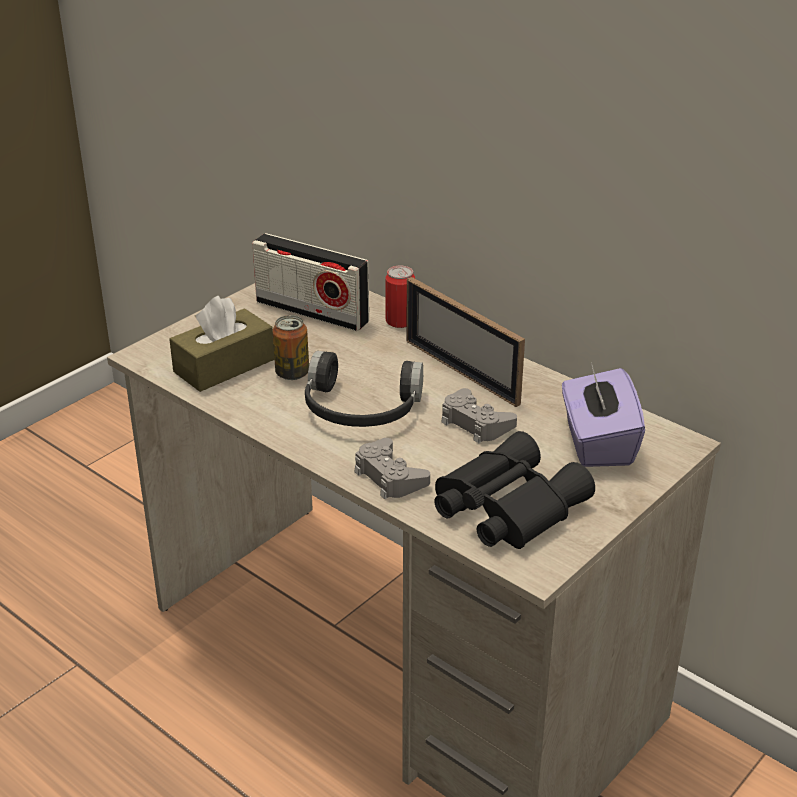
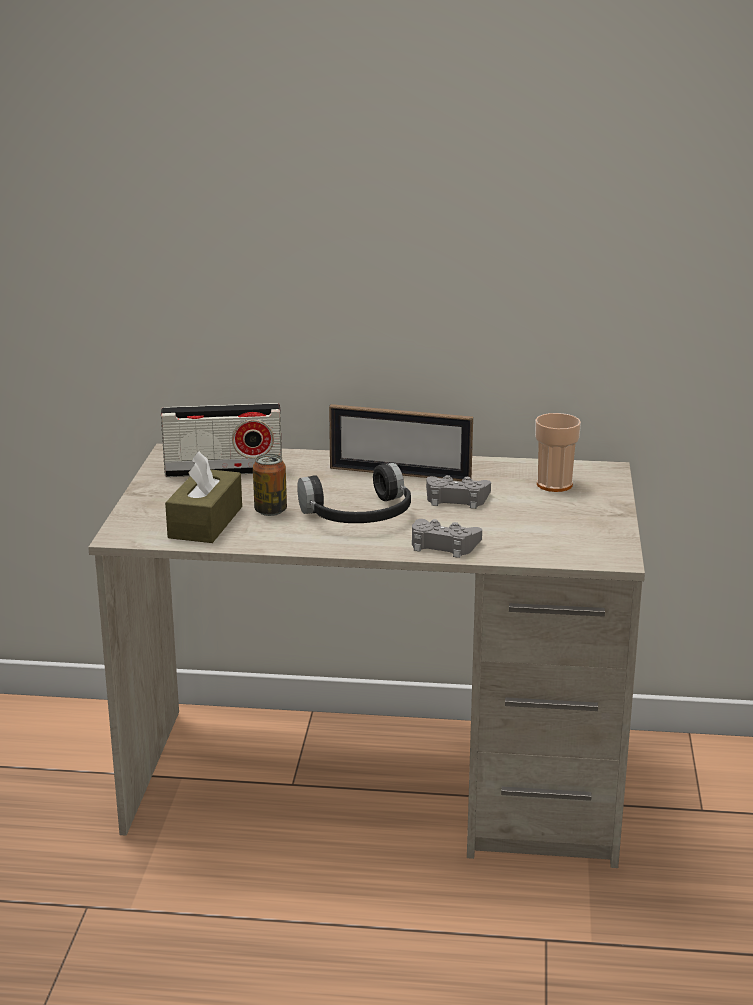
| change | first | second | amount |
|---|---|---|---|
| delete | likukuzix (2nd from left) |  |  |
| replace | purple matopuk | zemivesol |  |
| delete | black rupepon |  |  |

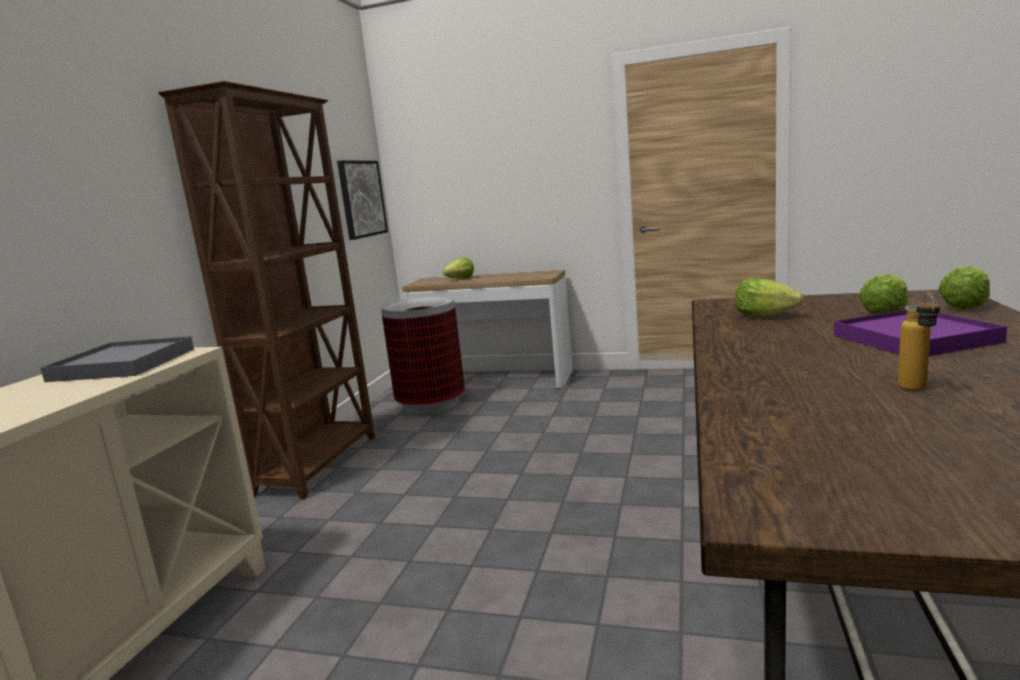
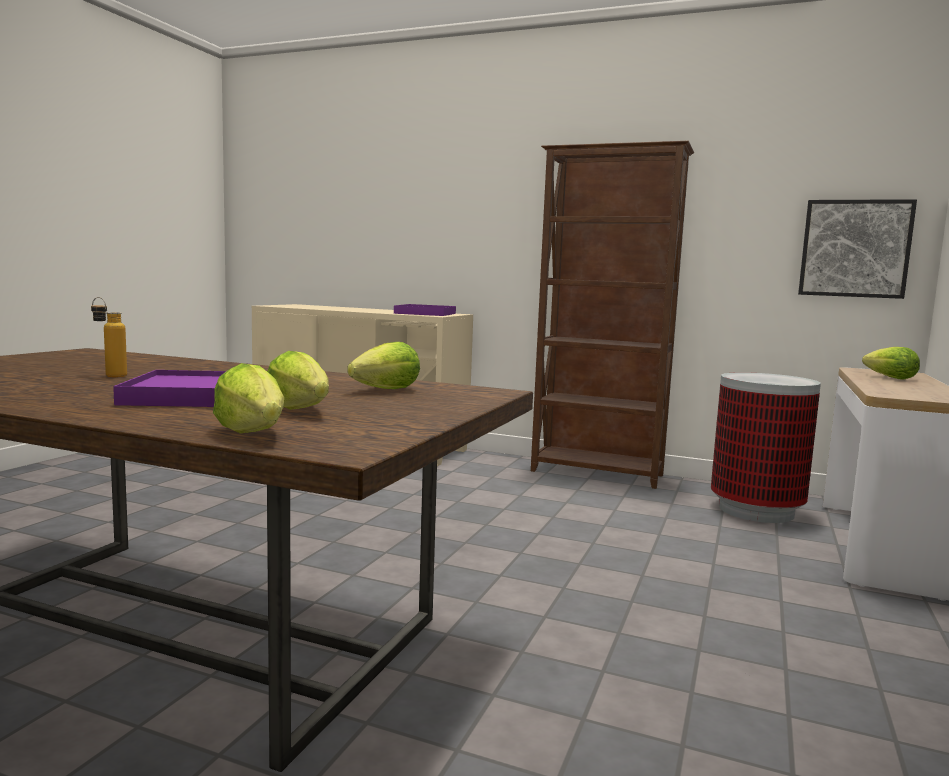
| change | first | second | amount |
|---|---|---|---|
| recolor | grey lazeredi | purple lazeredi (2nd from left) |  |

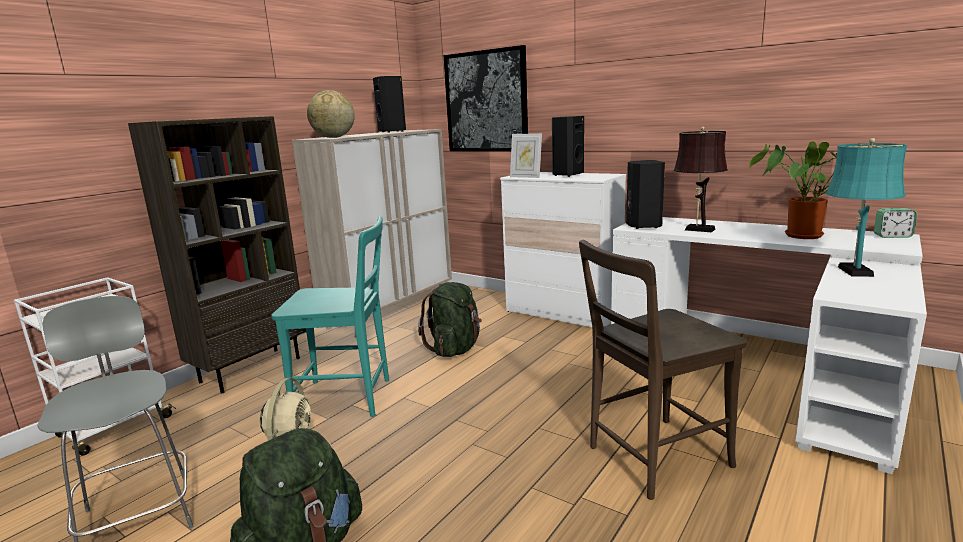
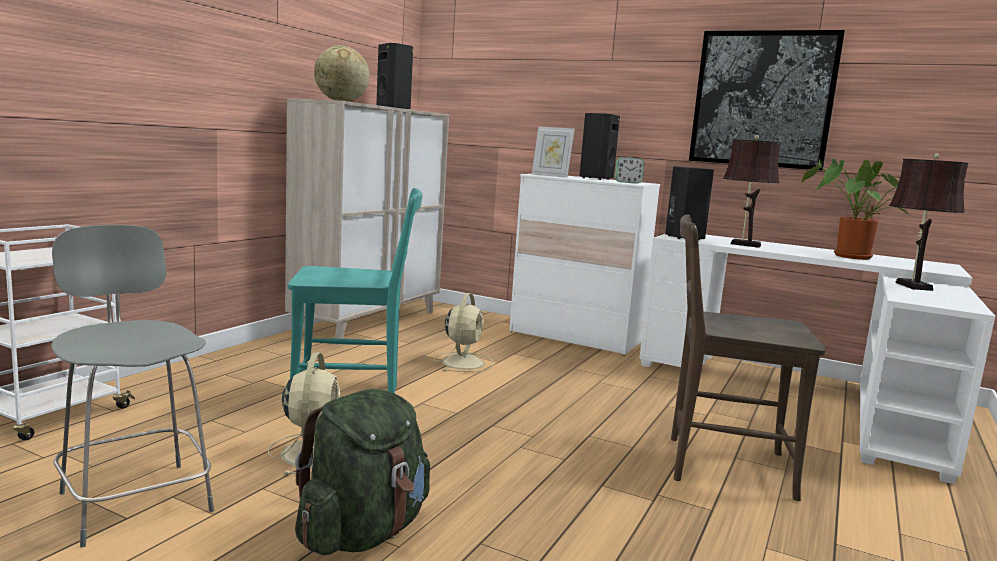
| change | first | second | amount |
|---|---|---|---|
| move | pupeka |  |  |
| delete | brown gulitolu |  |  |
| recolor | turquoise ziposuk | brown ziposuk (2nd from left) |  |
| move | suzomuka |  |  |
| rotate | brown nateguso |  | 45 degrees clockwise |
| replace | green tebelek (2nd from left) | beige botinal (2nd from left) |  |

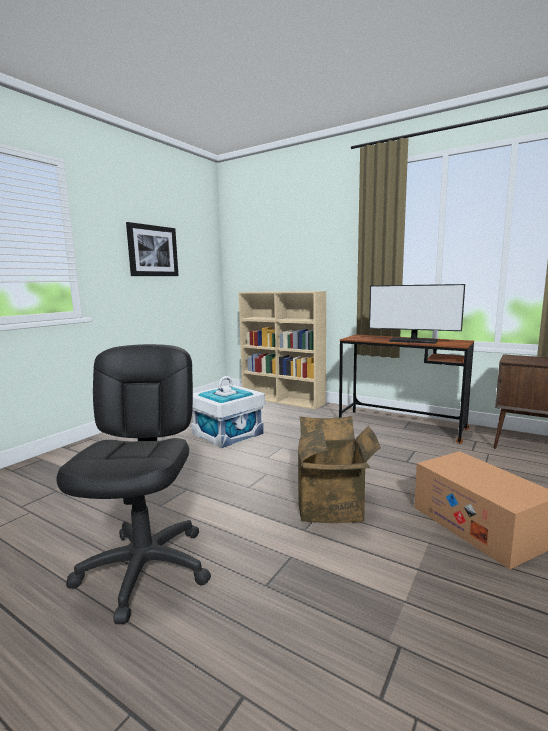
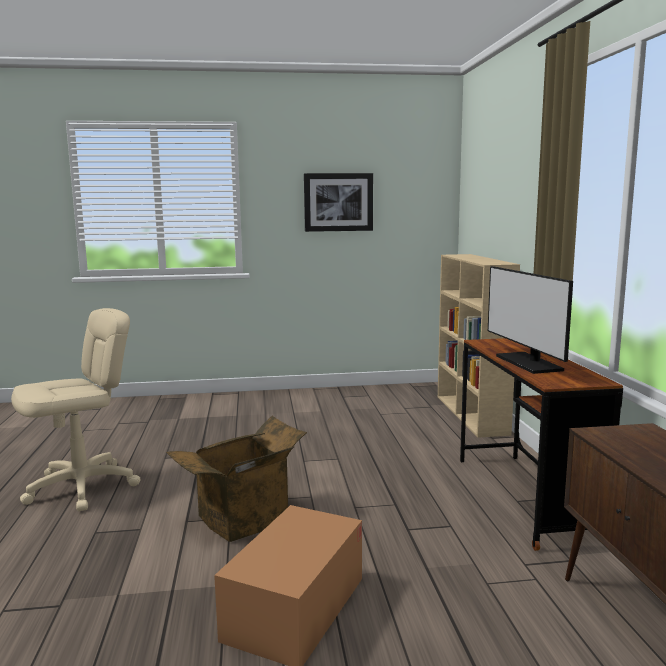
| change | first | second | amount |
|---|---|---|---|
| recolor | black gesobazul | beige gesobazul |  |
| delete | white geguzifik |  |  |

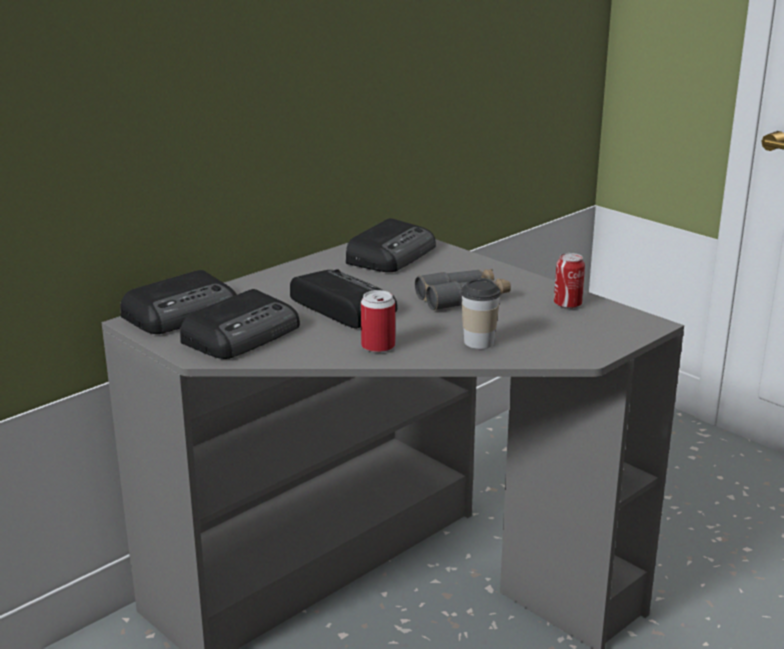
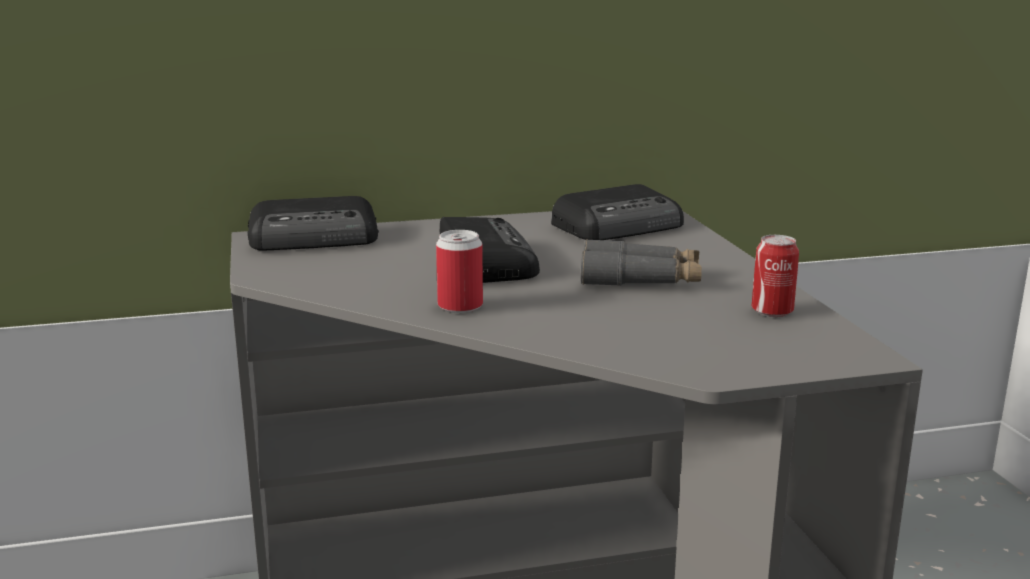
| change | first | second | amount |
|---|---|---|---|
| delete | zemivesol |  |  |
| delete | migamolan (2nd from left) |  |  |

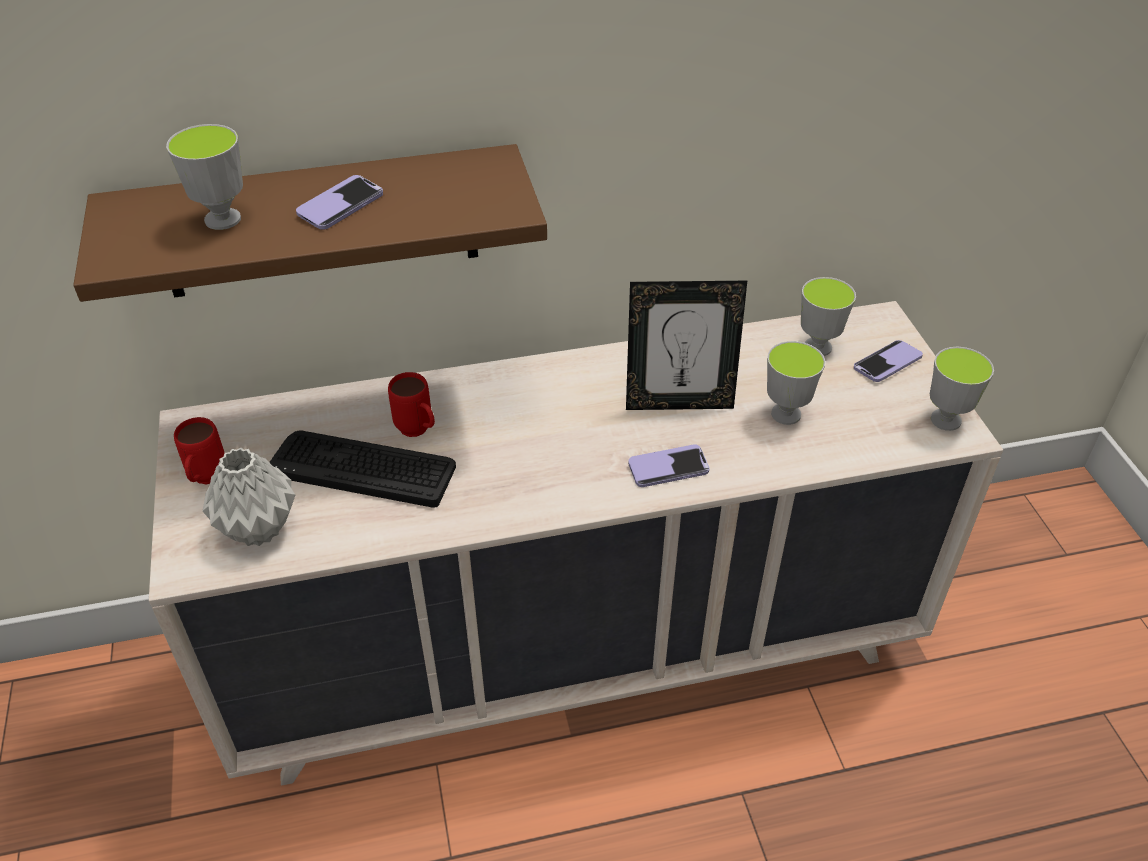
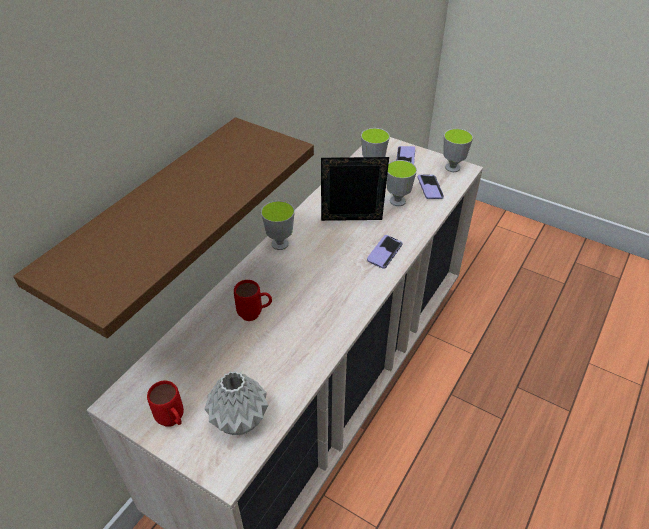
| change | first | second | amount |
|---|---|---|---|
| move | zemivesol (1st from left) |  |  |
| move | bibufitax (1st from left in the first image) | bibufitax (3rd from left) |  |
| rotate | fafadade |  | 135 degrees counterclockwise |
| delete | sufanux |  |  |

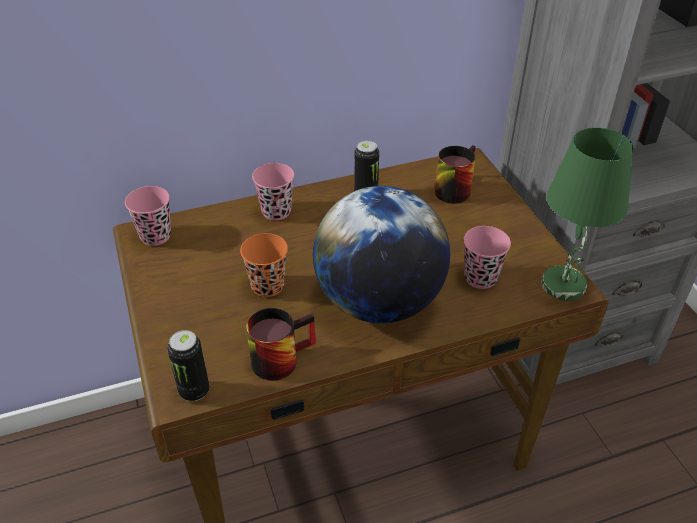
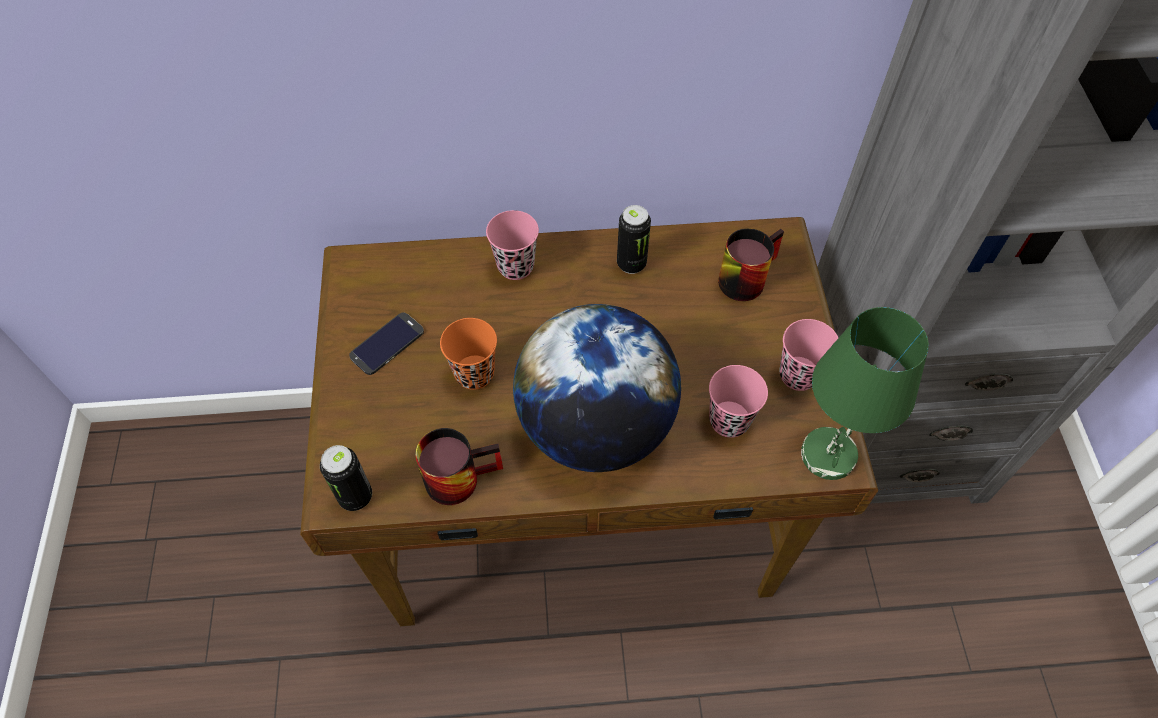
| change | first | second | amount |
|---|---|---|---|
| move | pink zemivesol (1st from left in the first image) | pink zemivesol (3rd from left) |  |
| insert |  | bibufitax |  |

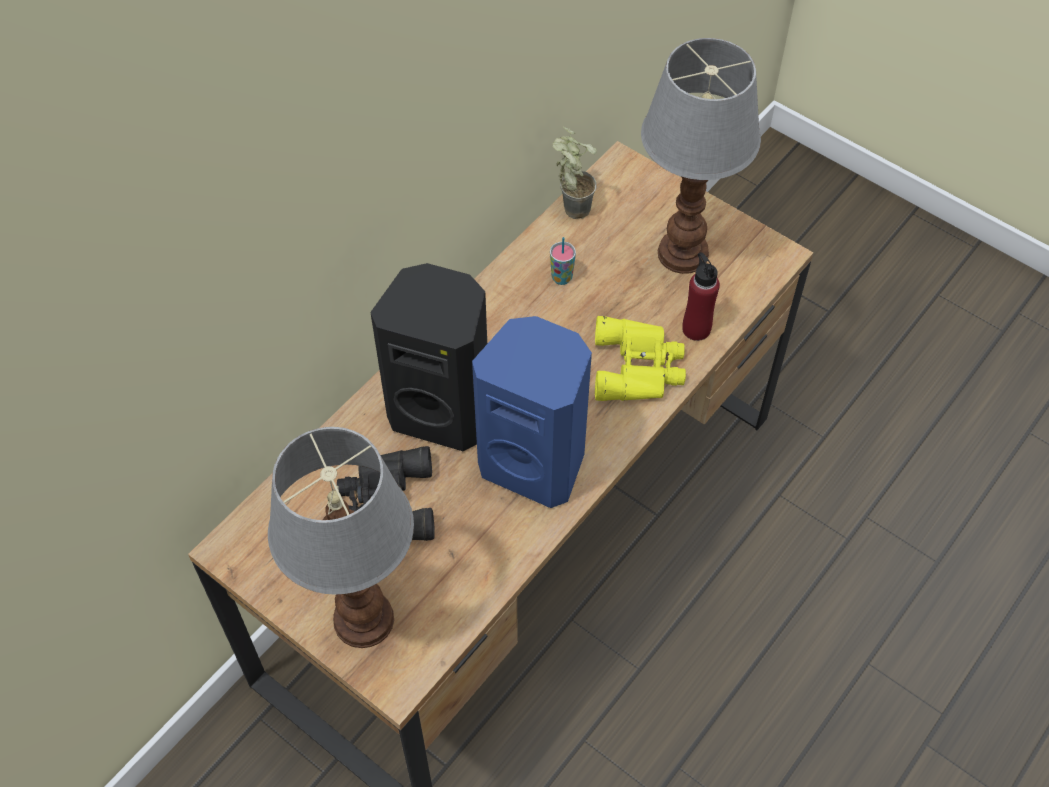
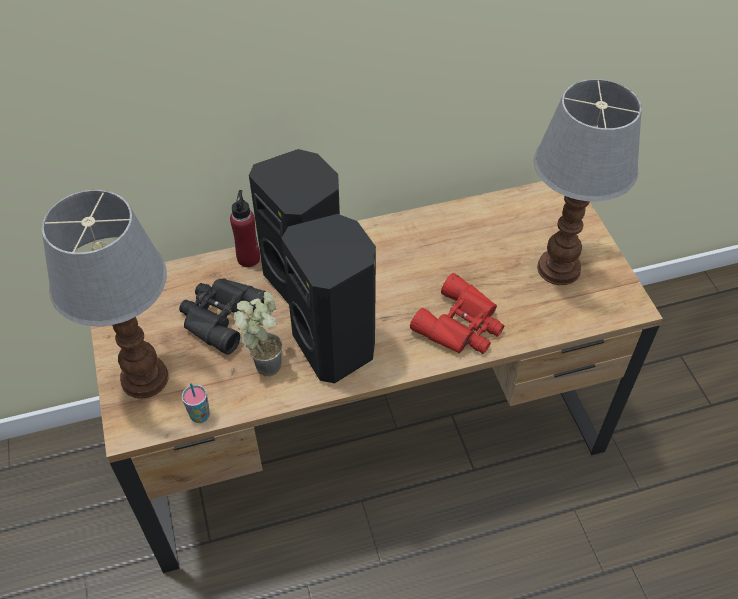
| change | first | second | amount |
|---|---|---|---|
| move | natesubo |  |  |
| move | zemivesol |  |  |
| move | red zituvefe |  |  |
| recolor | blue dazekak | black dazekak (2nd from left) |  |
| recolor | yellow rupepon | red rupepon |  |

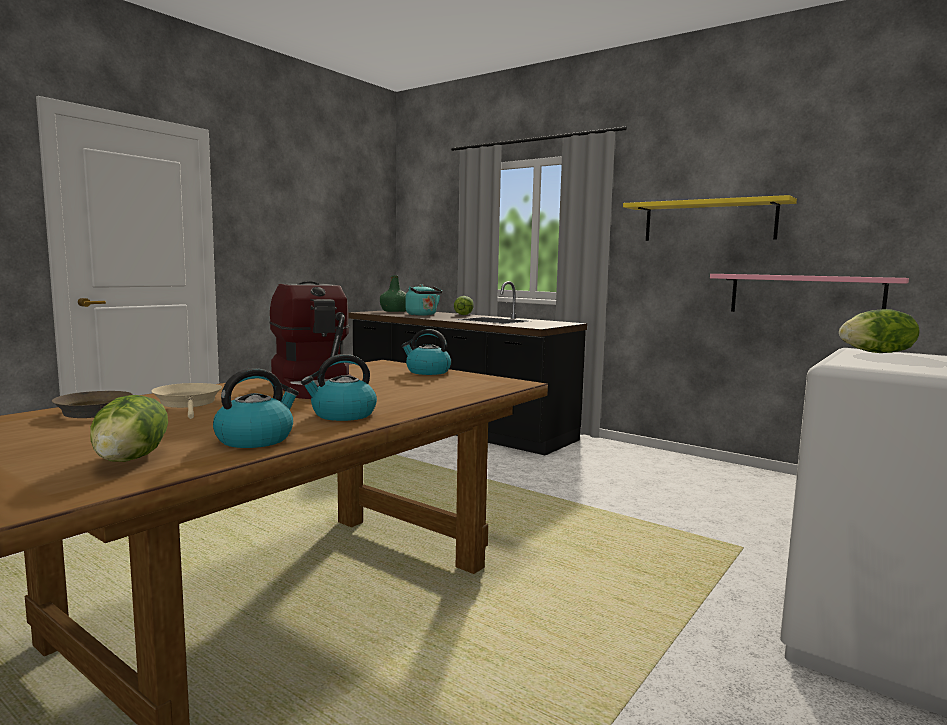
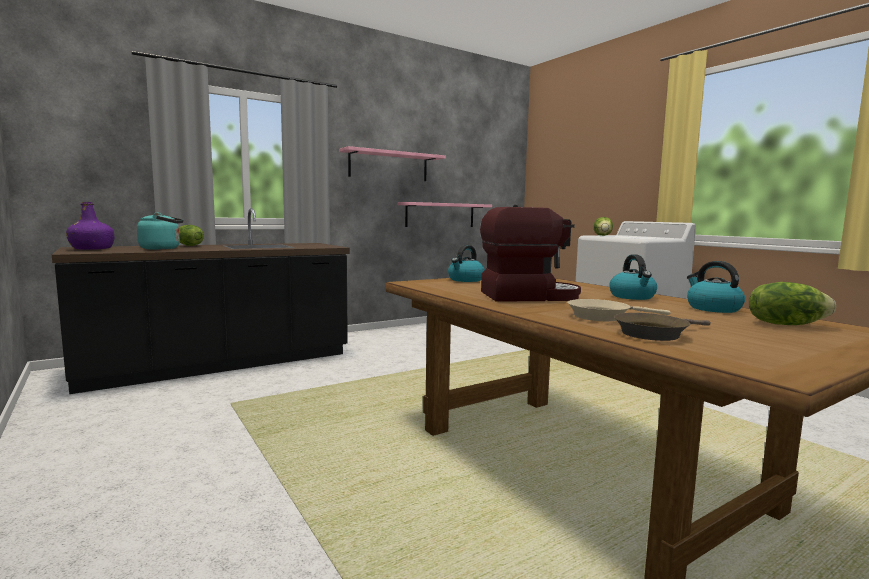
| change | first | second | amount |
|---|---|---|---|
| recolor | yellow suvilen | pink suvilen (1st from left) |  |
| recolor | green zituvefe | purple zituvefe |  |

